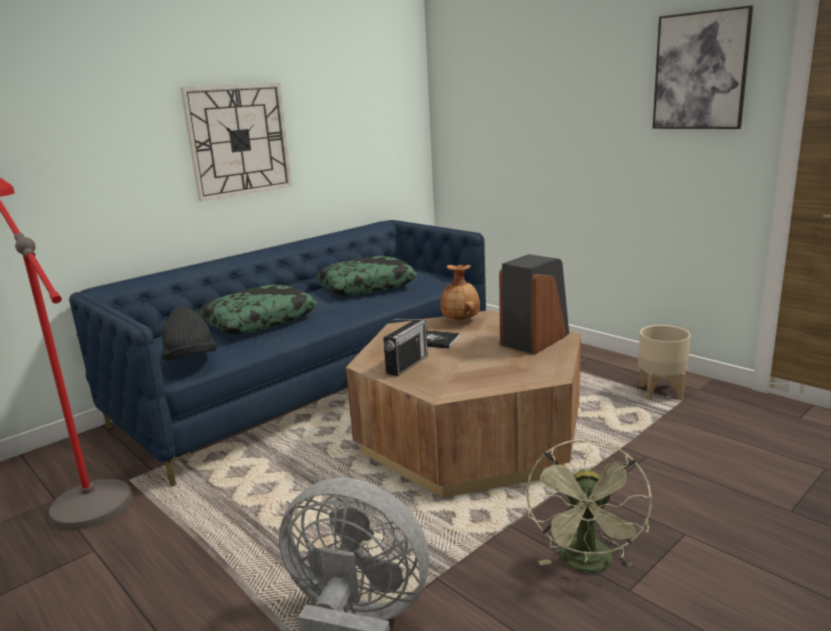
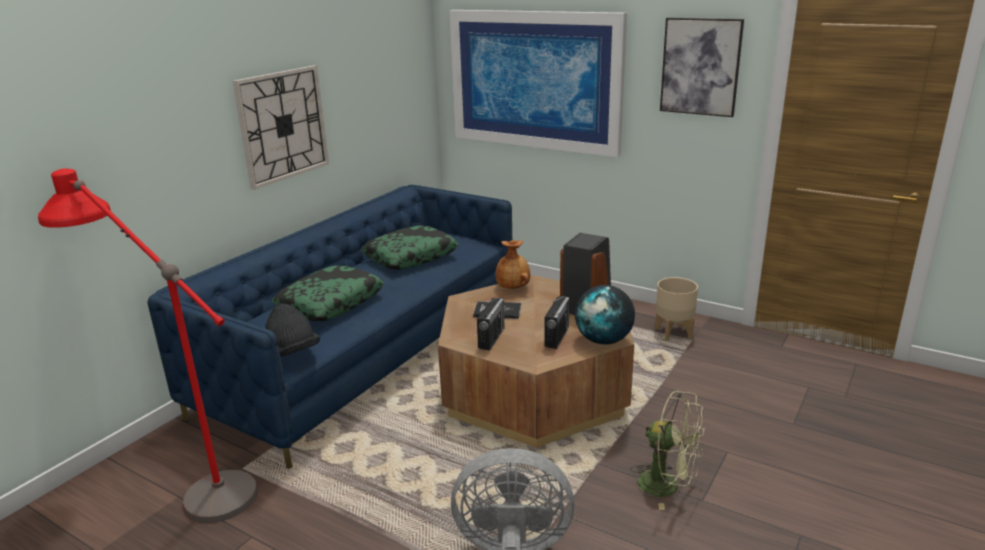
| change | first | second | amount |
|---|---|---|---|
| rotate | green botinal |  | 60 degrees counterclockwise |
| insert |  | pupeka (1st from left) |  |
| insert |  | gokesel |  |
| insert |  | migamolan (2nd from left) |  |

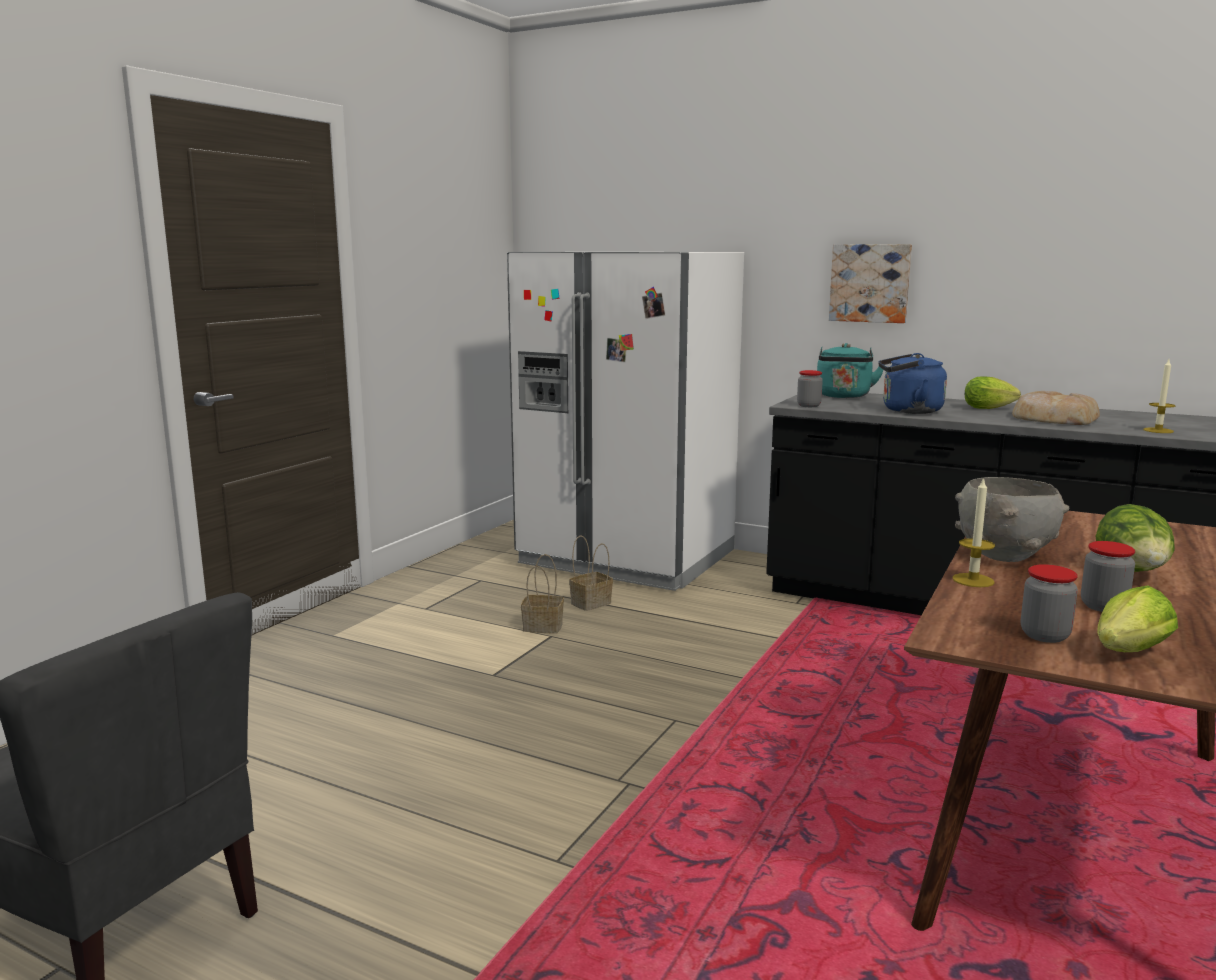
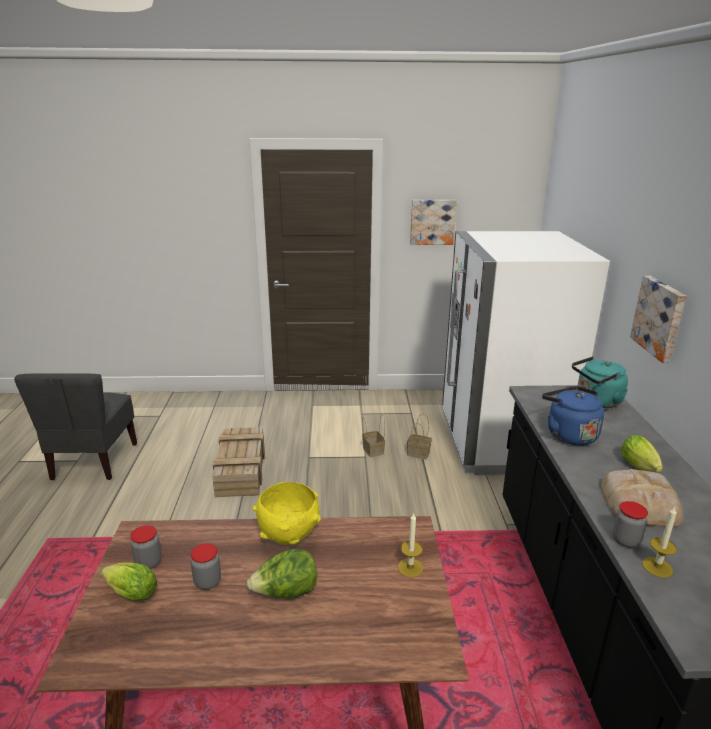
| change | first | second | amount |
|---|---|---|---|
| move | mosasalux (1st from left in the first image) | mosasalux (3rd from left) |  |
| move | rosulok (1st from left) |  |  |
| recolor | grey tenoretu | yellow tenoretu |  |
| insert |  | pupeka (1st from left) |  |
| insert |  | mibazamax |  |

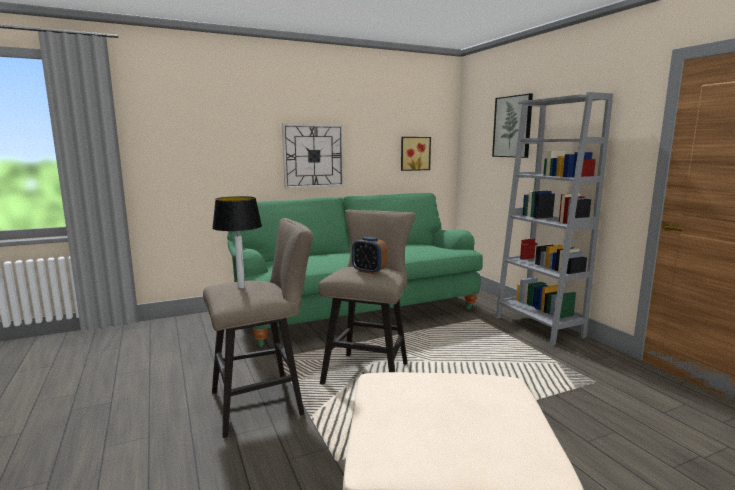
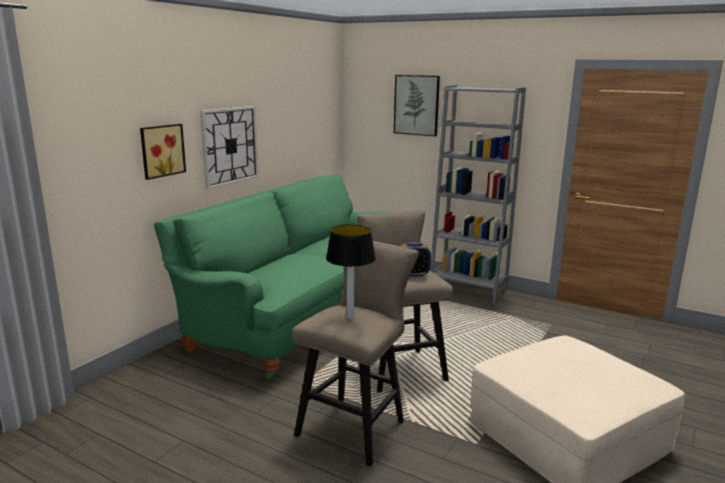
| change | first | second | amount |
|---|---|---|---|
| move | pupeka (1st from left) |  |  |

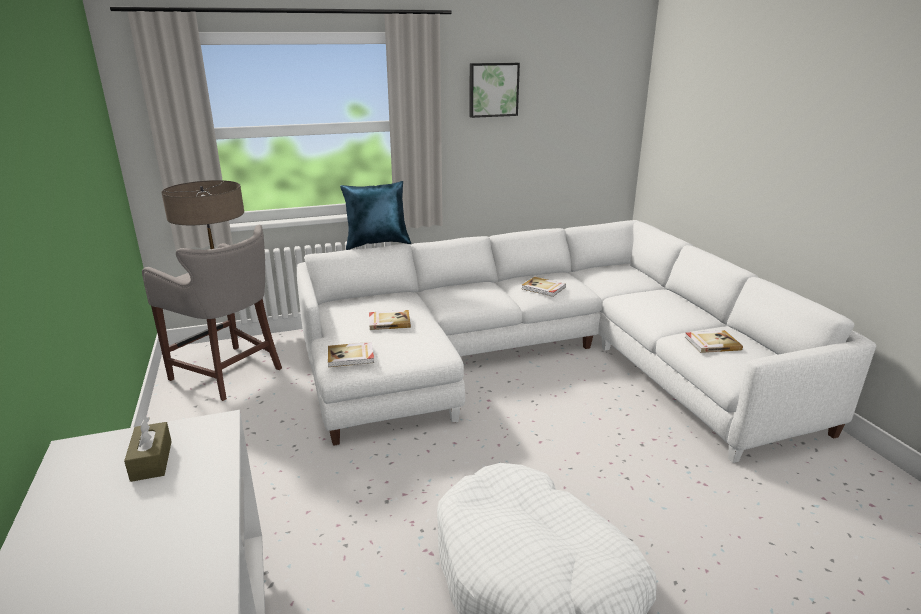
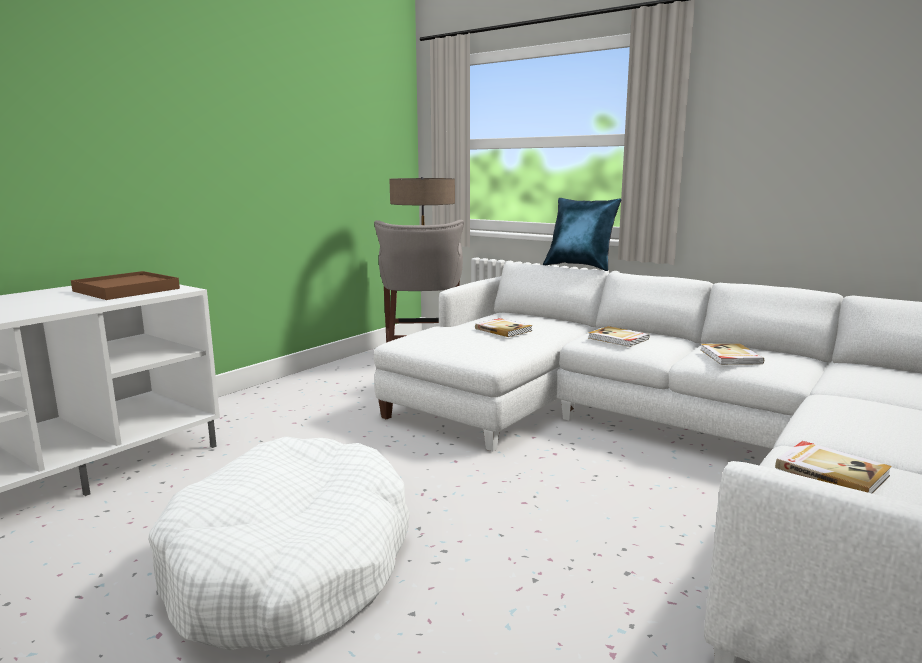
| change | first | second | amount |
|---|---|---|---|
| delete | pupeka |  |  |
| move | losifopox (1st from left in the first image) | losifopox (2nd from left) |  |
| replace | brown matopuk | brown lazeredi |  |

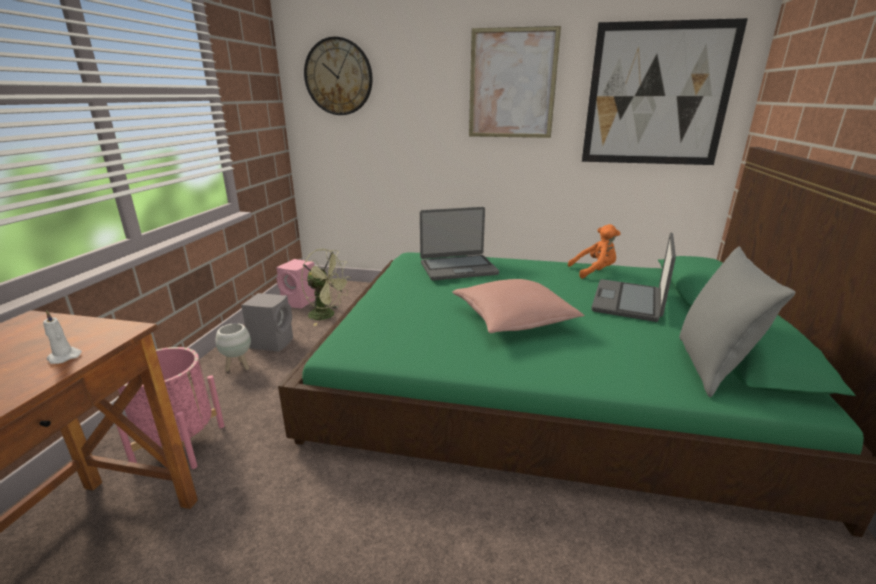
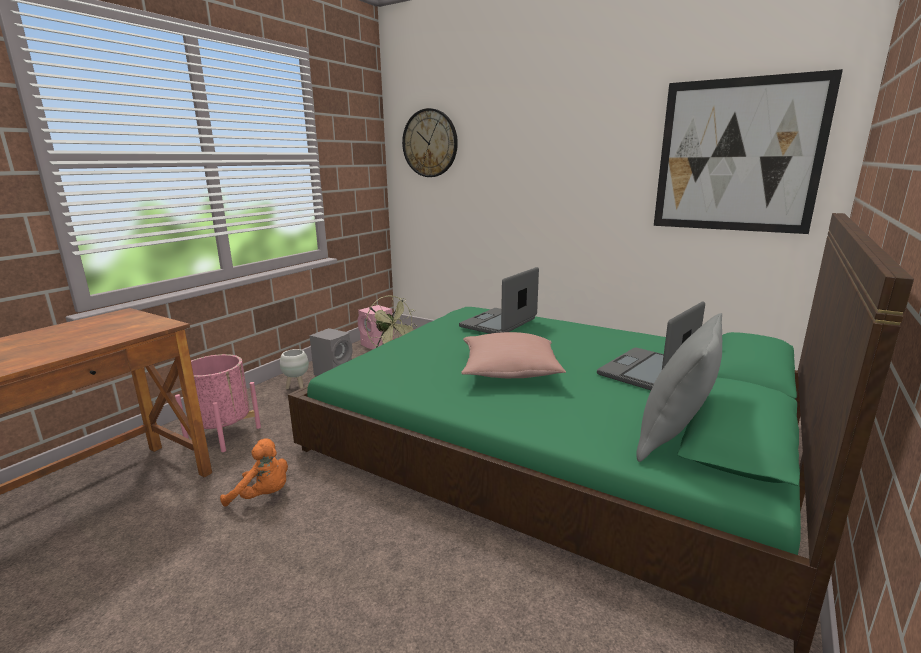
| change | first | second | amount |
|---|---|---|---|
| delete | pupeka (1st from left) |  |  |
| rotate | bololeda (1st from left) |  | 120 degrees clockwise |
| move | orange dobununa |  |  |
| delete | white rosulok |  |  |

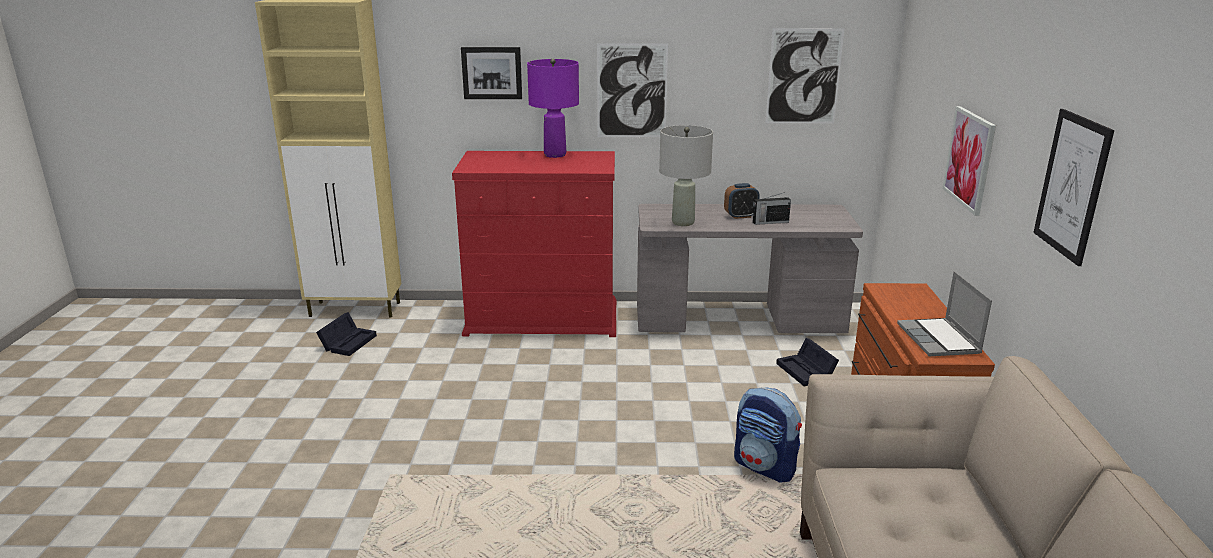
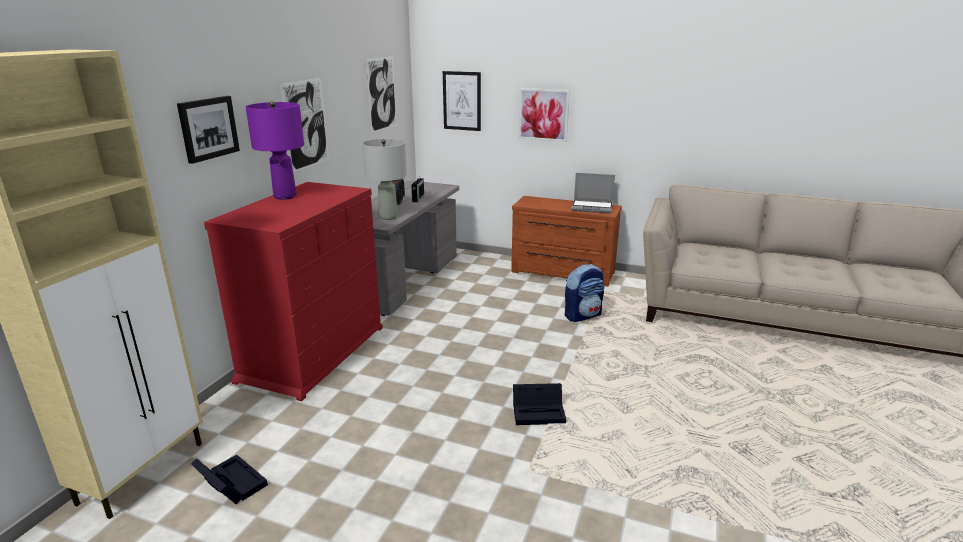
| change | first | second | amount |
|---|---|---|---|
| move | pupeka (5th from left in the first image) | pupeka (4th from left) |  |
| move | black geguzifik (2nd from left) |  |  |

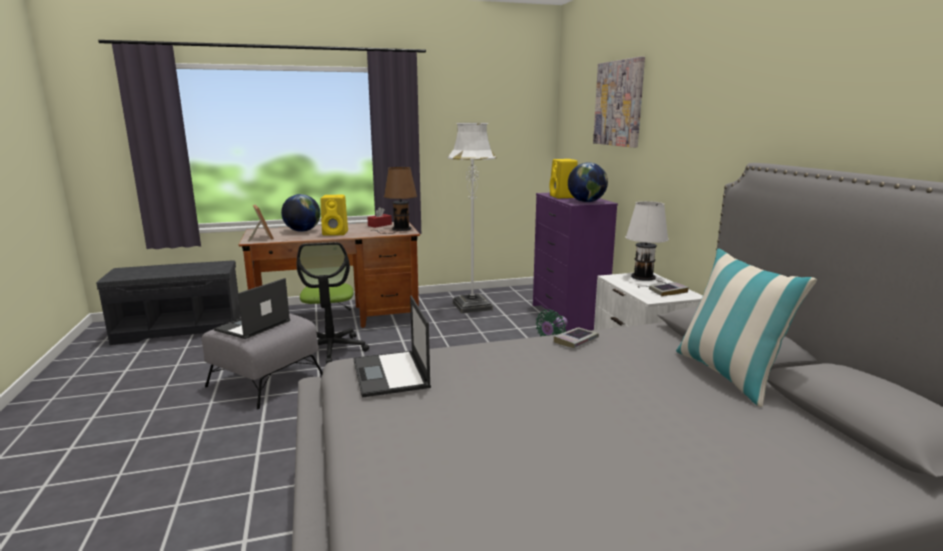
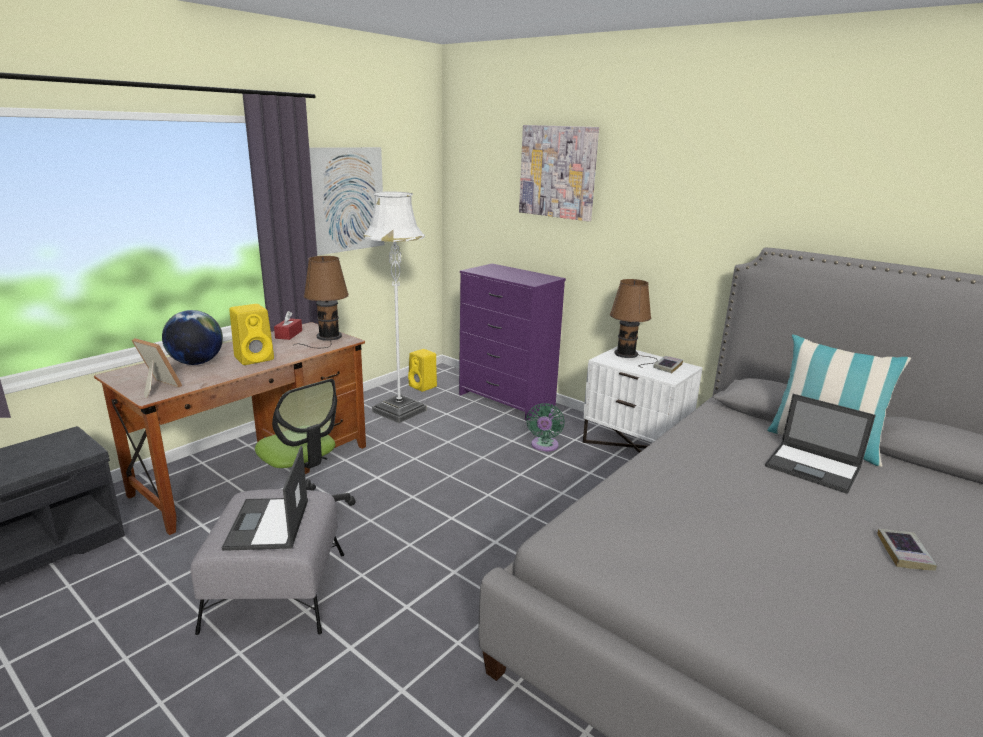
| change | first | second | amount |
|---|---|---|---|
| move | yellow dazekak (2nd from left) |  |  |
| delete | gokesel (2nd from left) |  |  |
| recolor | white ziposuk | brown ziposuk (2nd from left) |  |
| move | bololeda (2nd from left) |  |  |
| move | losifopox (1st from left in the first image) | losifopox (2nd from left) |  |
| insert |  | pupeka (1st from left) |  |

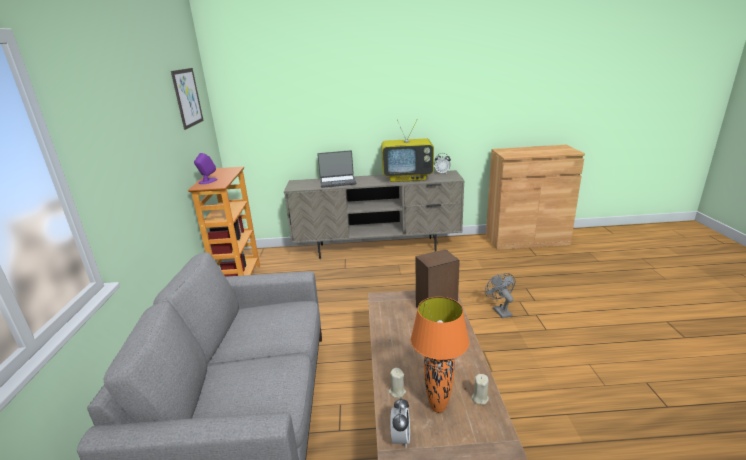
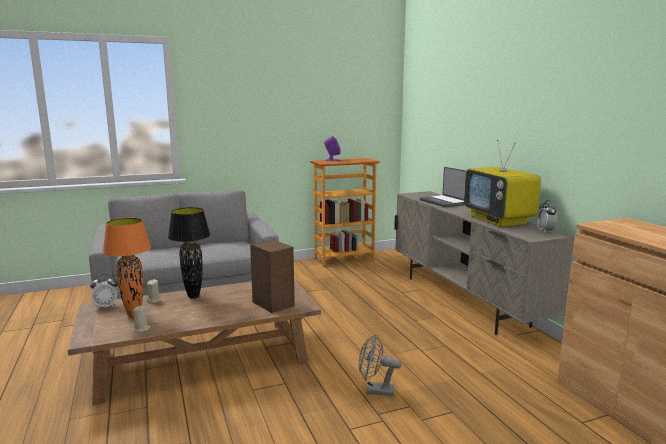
| change | first | second | amount |
|---|---|---|---|
| delete | pupeka |  |  |
| rotate | grey botinal |  | 135 degrees counterclockwise |
| insert |  | black ziposuk |  |

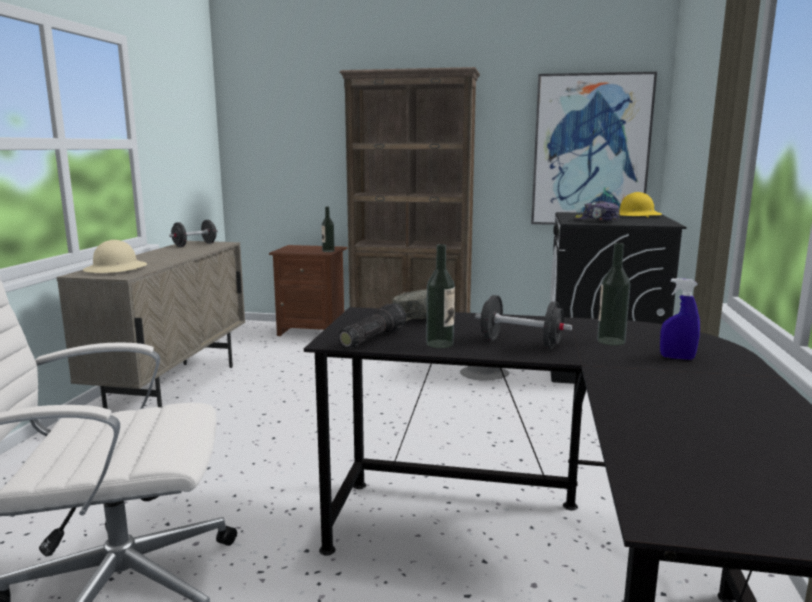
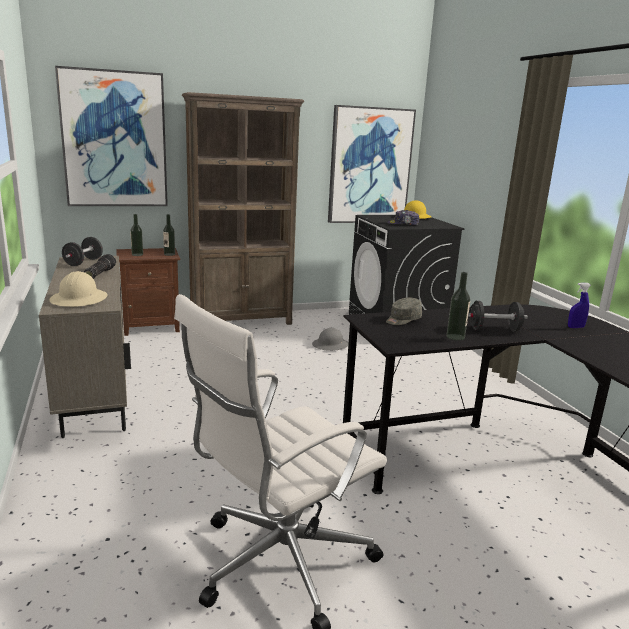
| change | first | second | amount |
|---|---|---|---|
| move | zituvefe (3rd from left in the first image) | zituvefe (1st from left) |  |
| move | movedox |  |  |
| insert |  | pupeka (1st from left) |  |

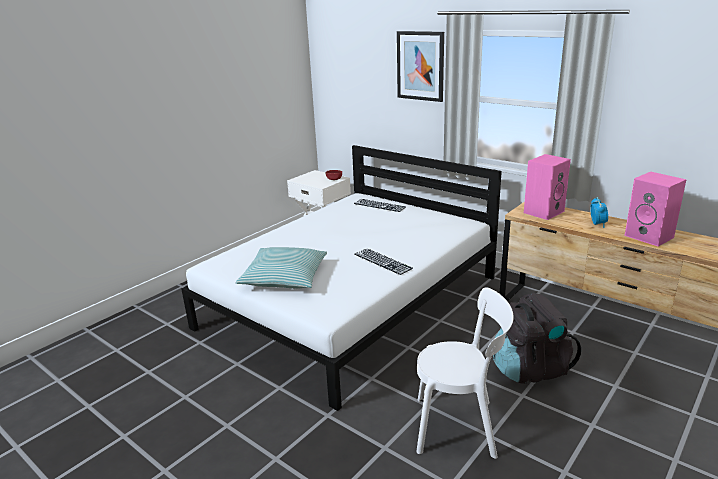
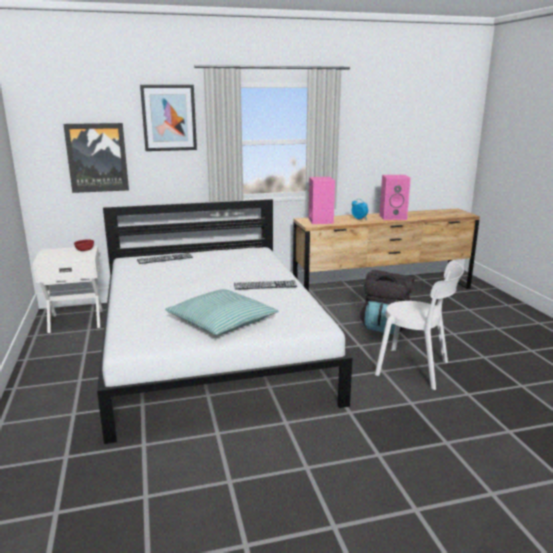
| change | first | second | amount |
|---|---|---|---|
| rotate | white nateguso |  | 75 degrees clockwise |
| insert |  | pupeka (1st from left) |  |

